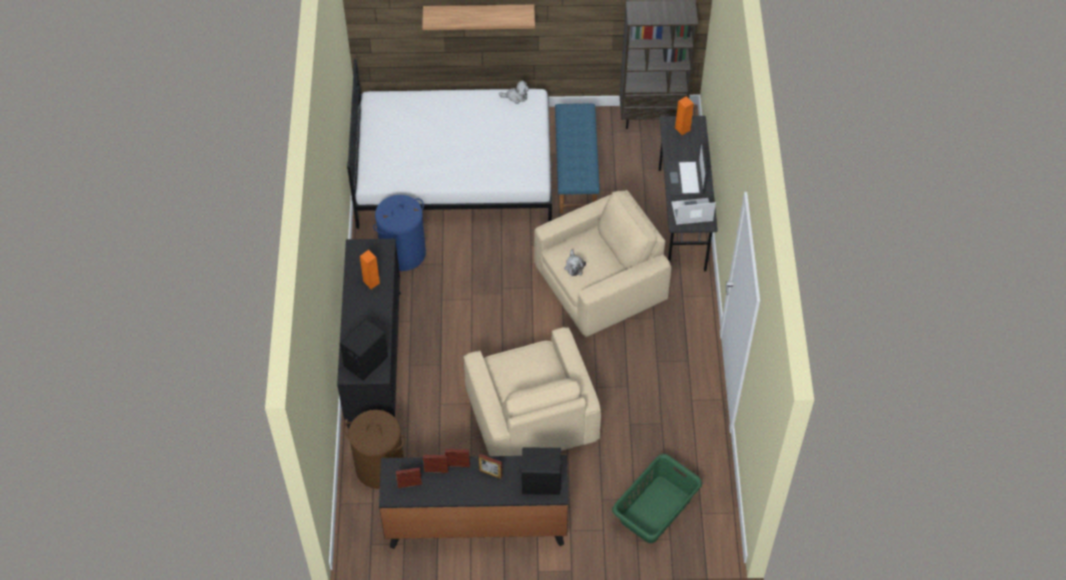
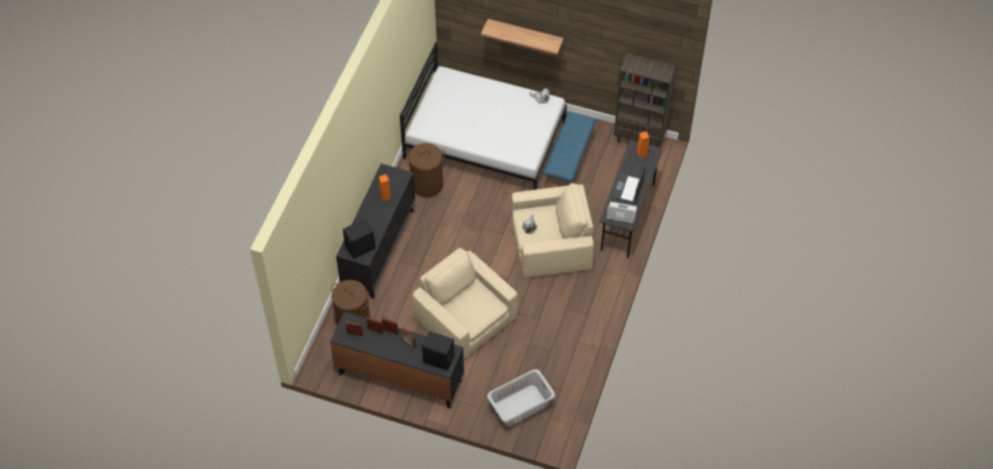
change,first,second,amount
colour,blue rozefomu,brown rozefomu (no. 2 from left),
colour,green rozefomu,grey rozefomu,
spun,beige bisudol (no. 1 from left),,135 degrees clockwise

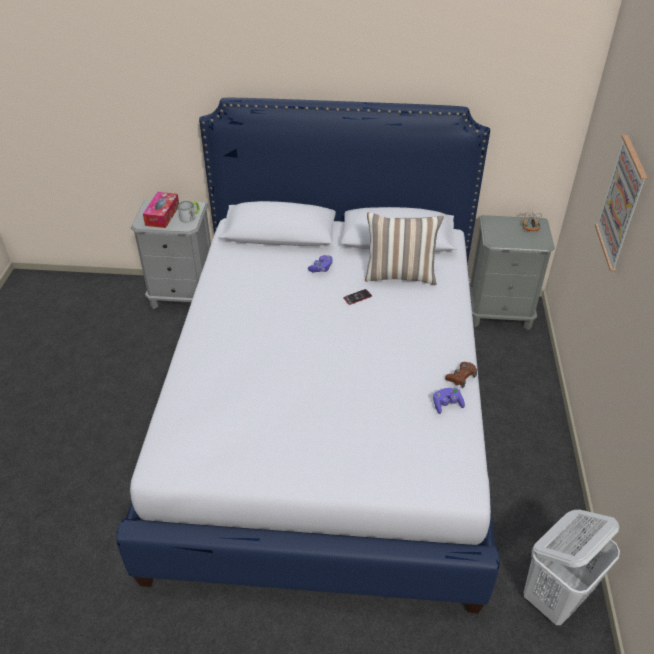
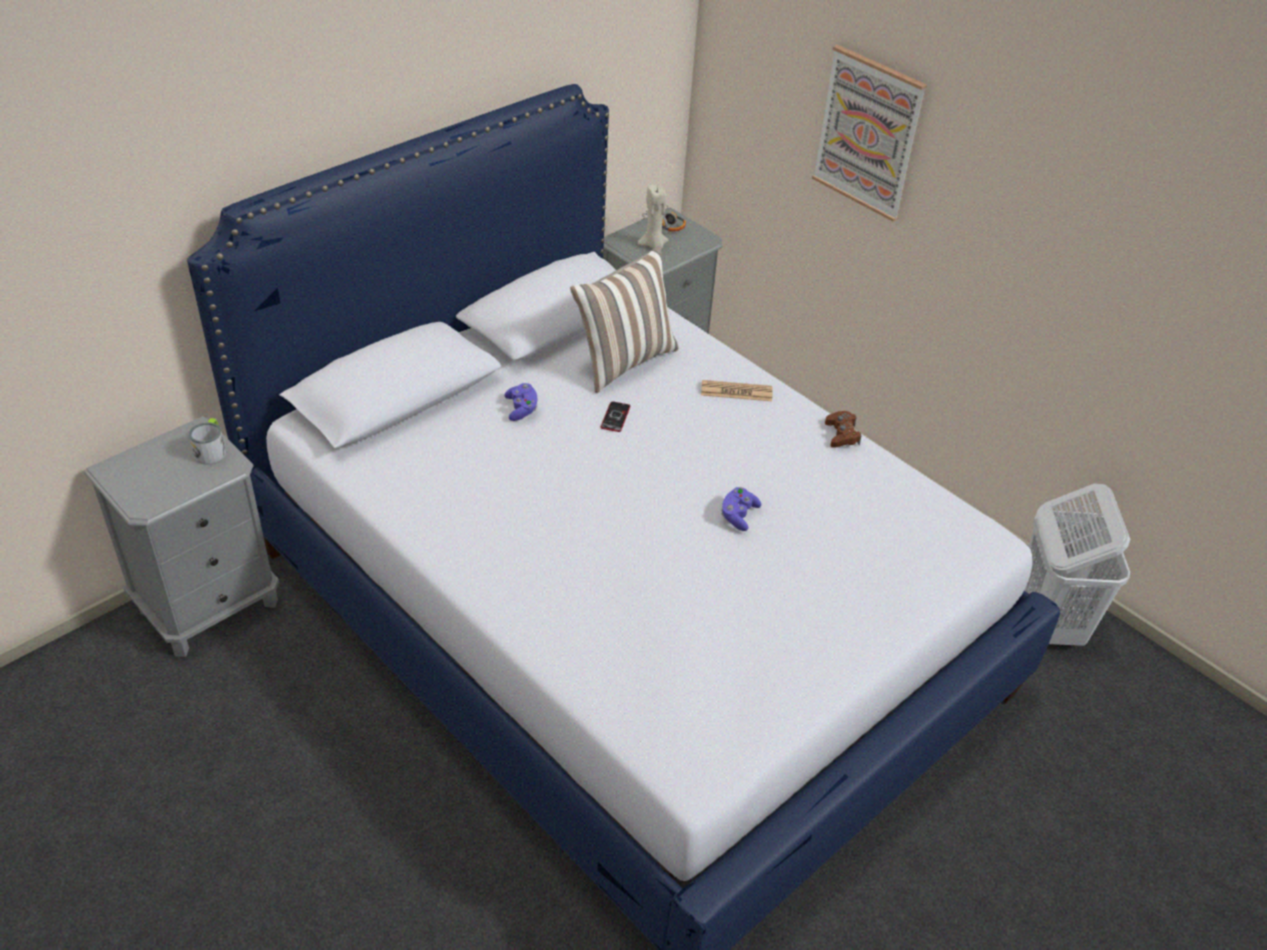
change,first,second,amount
missing,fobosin,,
appeared,,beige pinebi,
appeared,,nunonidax,
relocated,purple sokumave (no. 2 from left),,

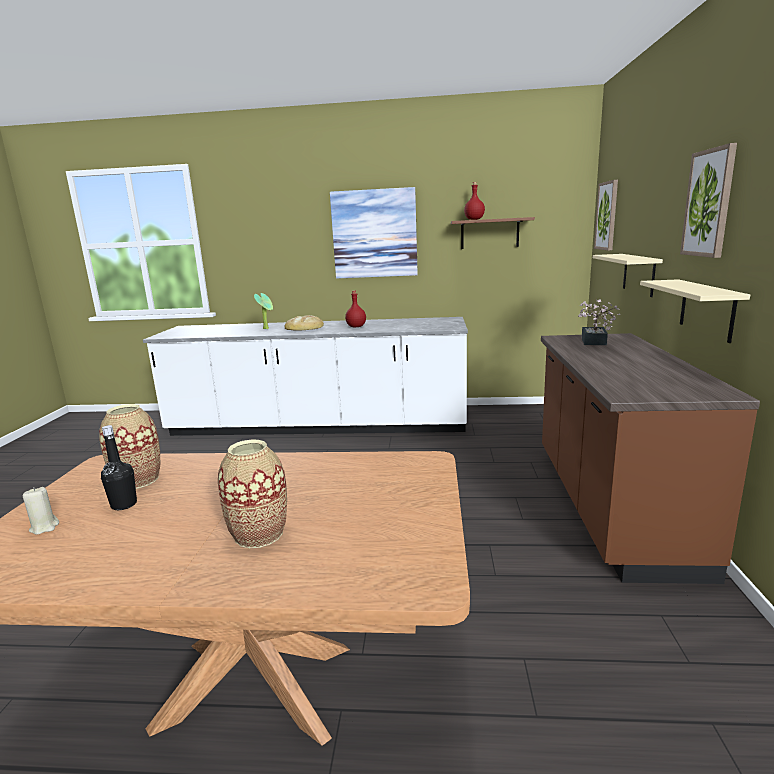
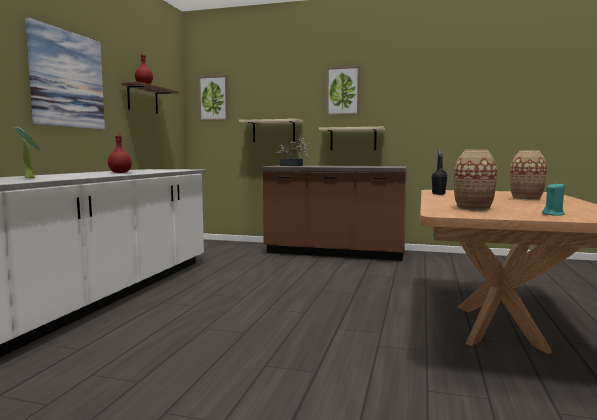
change,first,second,amount
missing,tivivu,,
relocated,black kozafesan,,
colour,beige pinebi,turquoise pinebi,

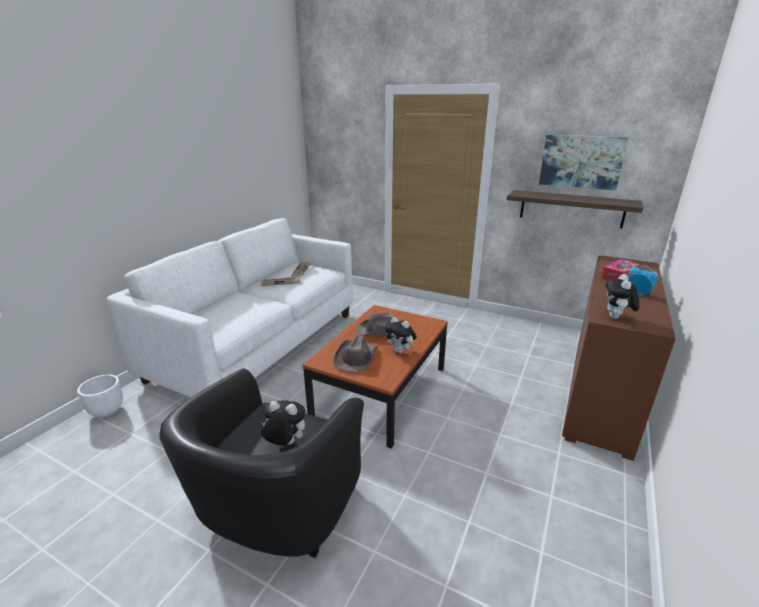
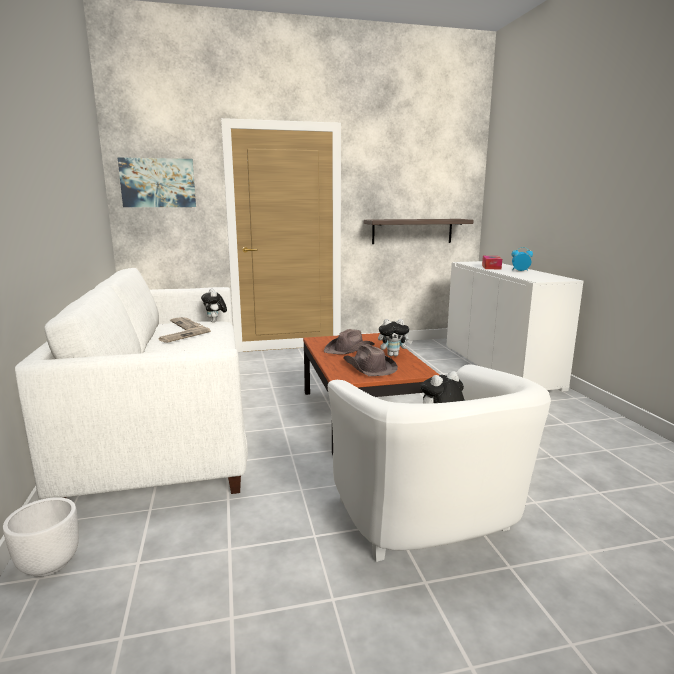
change,first,second,amount
relocated,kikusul,,
relocated,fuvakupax (no. 3 from left in the first image),fuvakupax (no. 1 from left),
colour,black bisudol,white bisudol,
colour,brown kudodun,white kudodun,

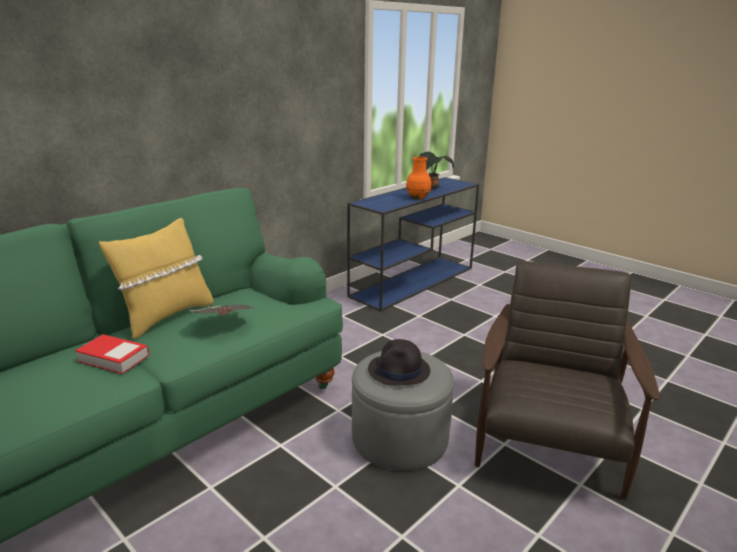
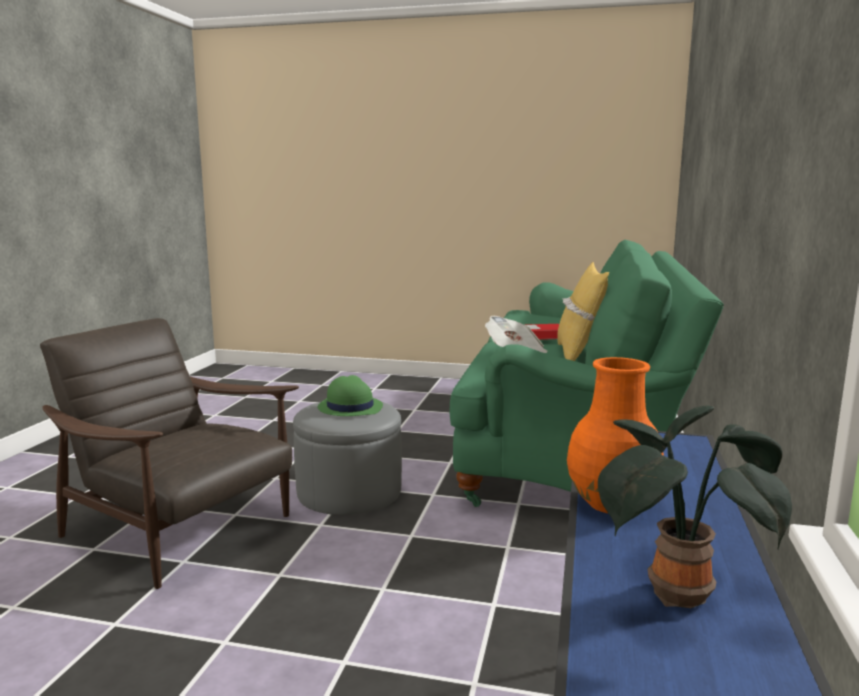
change,first,second,amount
colour,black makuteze,green makuteze,
spun,brown bisudol,,135 degrees clockwise

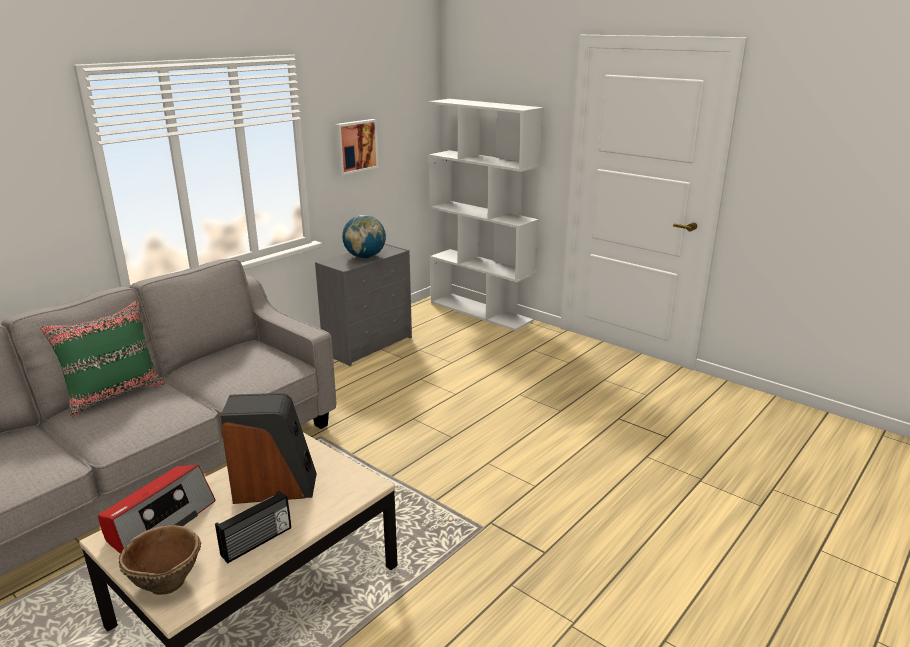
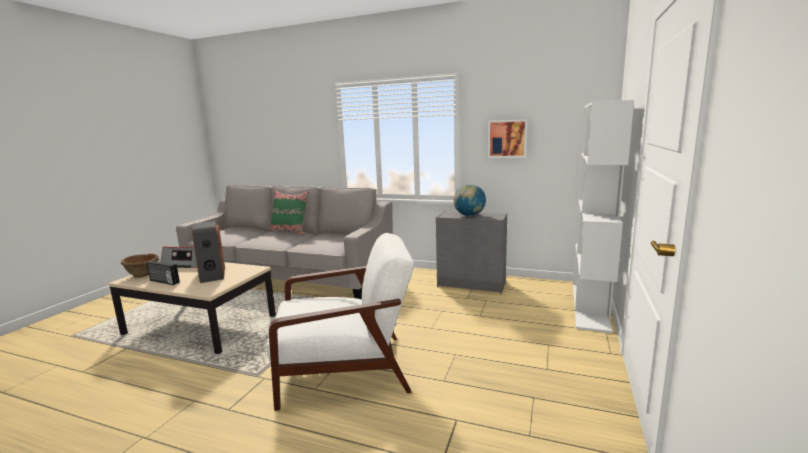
change,first,second,amount
appeared,,white bisudol,

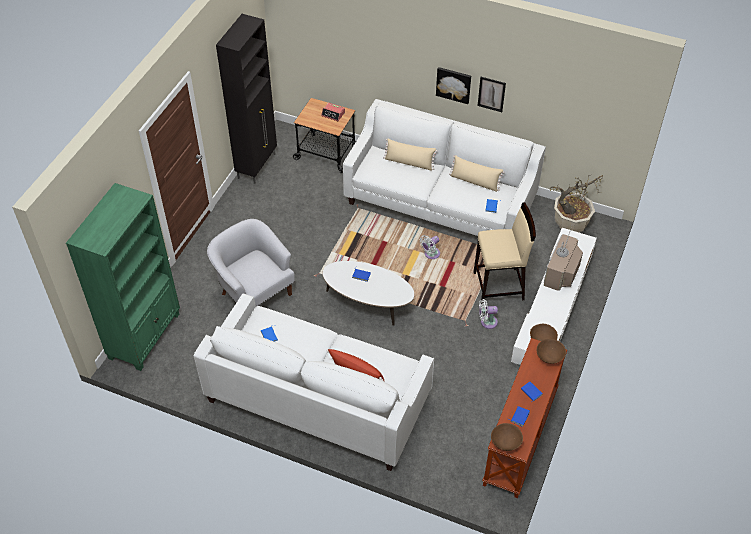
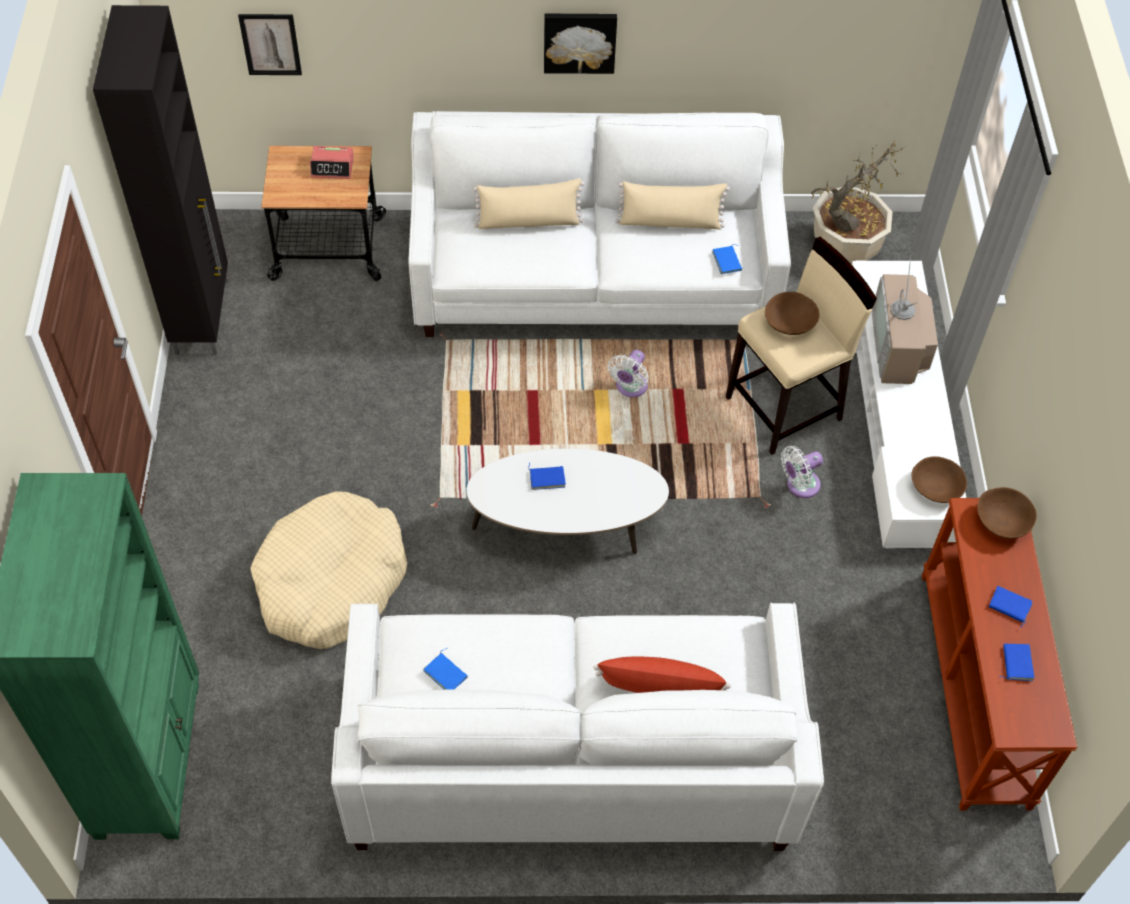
change,first,second,amount
relocated,kikusul (no. 2 from left in the first image),kikusul (no. 1 from left),
relocated,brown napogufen (no. 1 from left),,
exchanged,white bisudol,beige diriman,

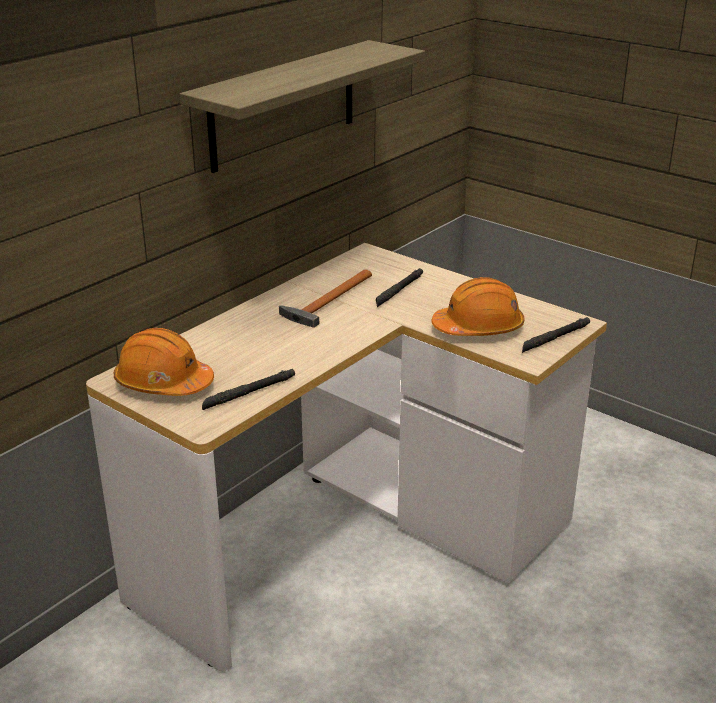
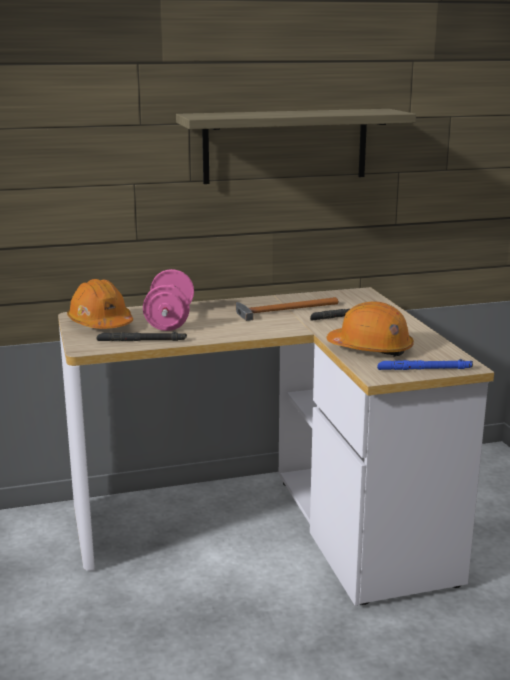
change,first,second,amount
appeared,,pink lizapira,
colour,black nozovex (no. 3 from left),blue nozovex,

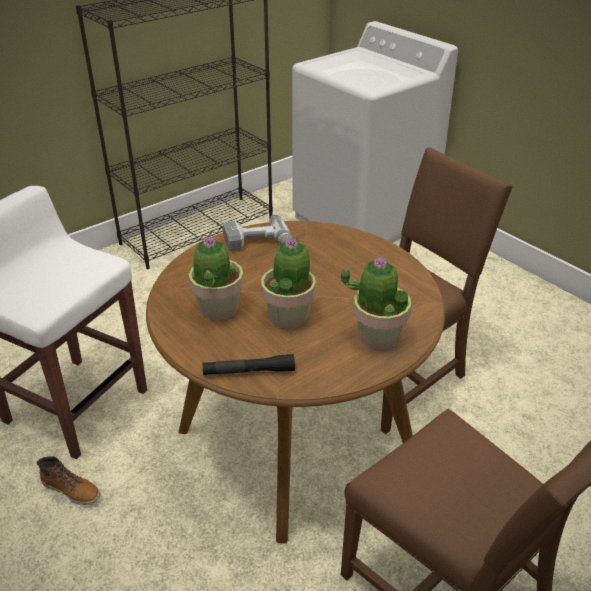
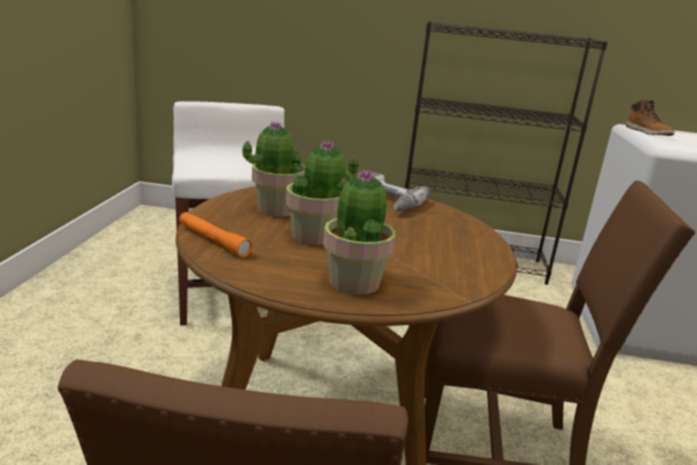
change,first,second,amount
relocated,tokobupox,,
colour,black nozovex,orange nozovex,

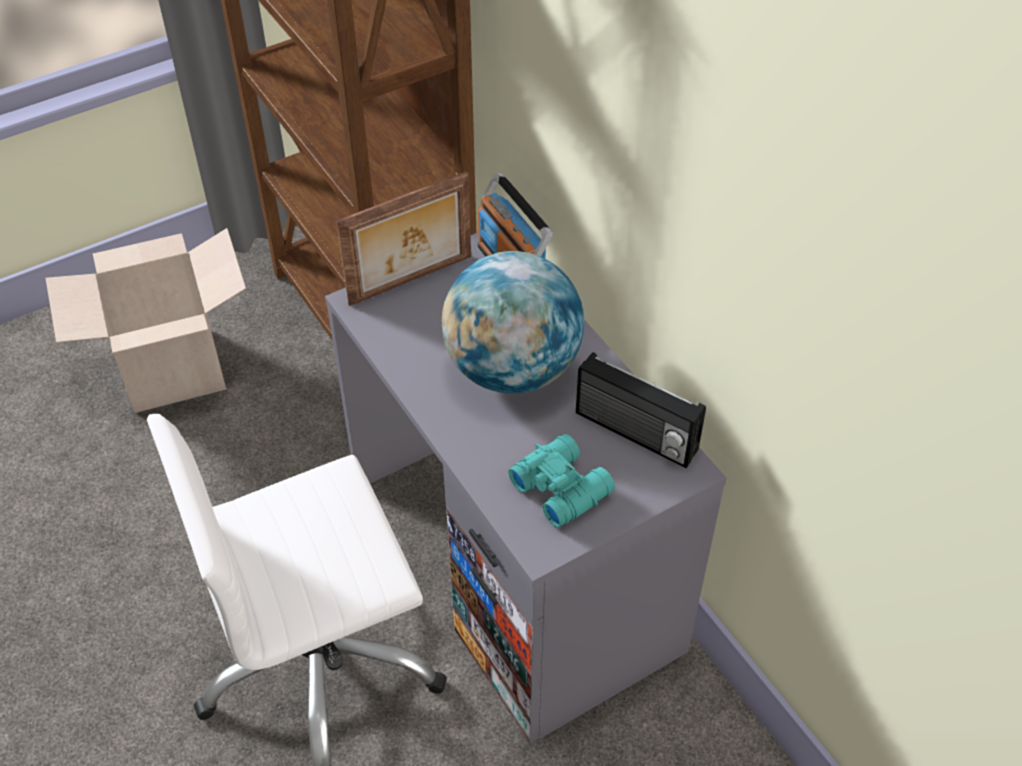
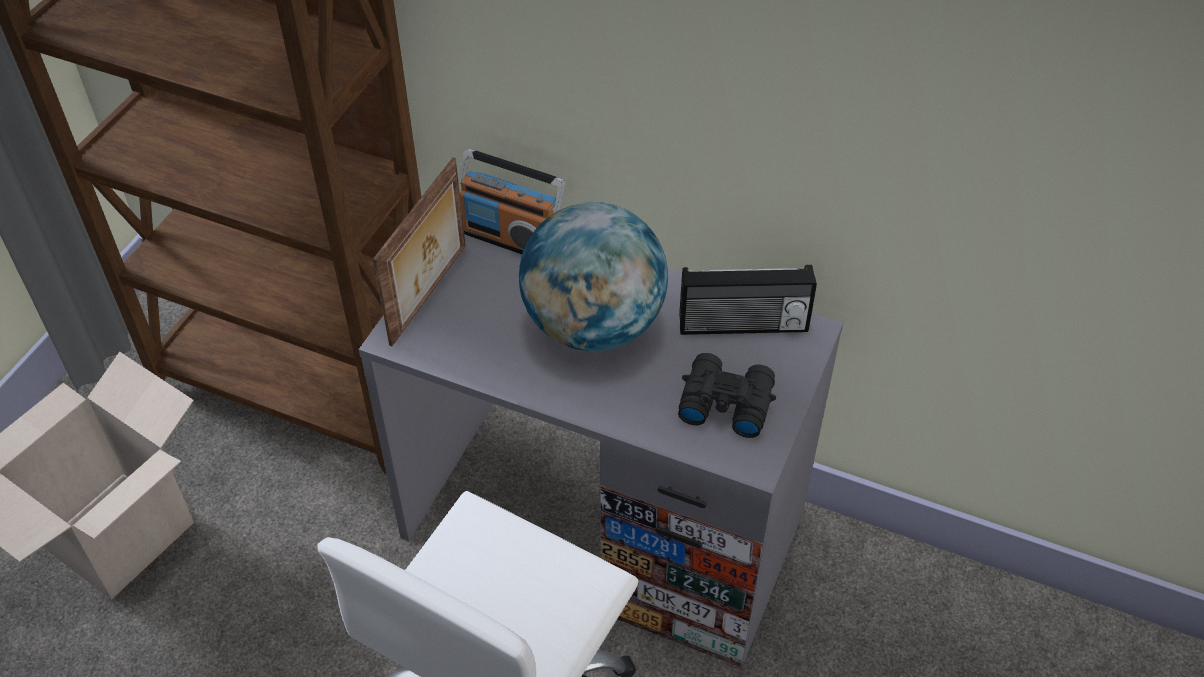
change,first,second,amount
colour,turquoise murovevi,black murovevi,

